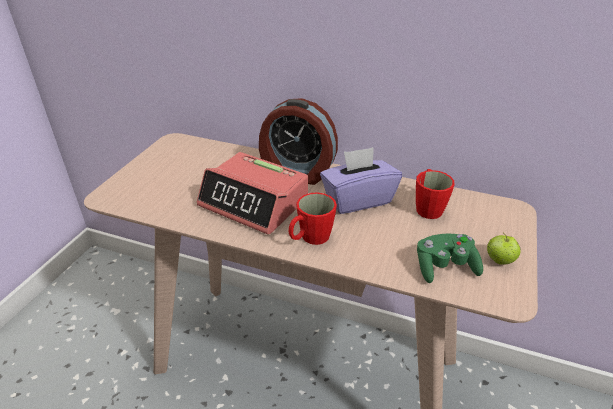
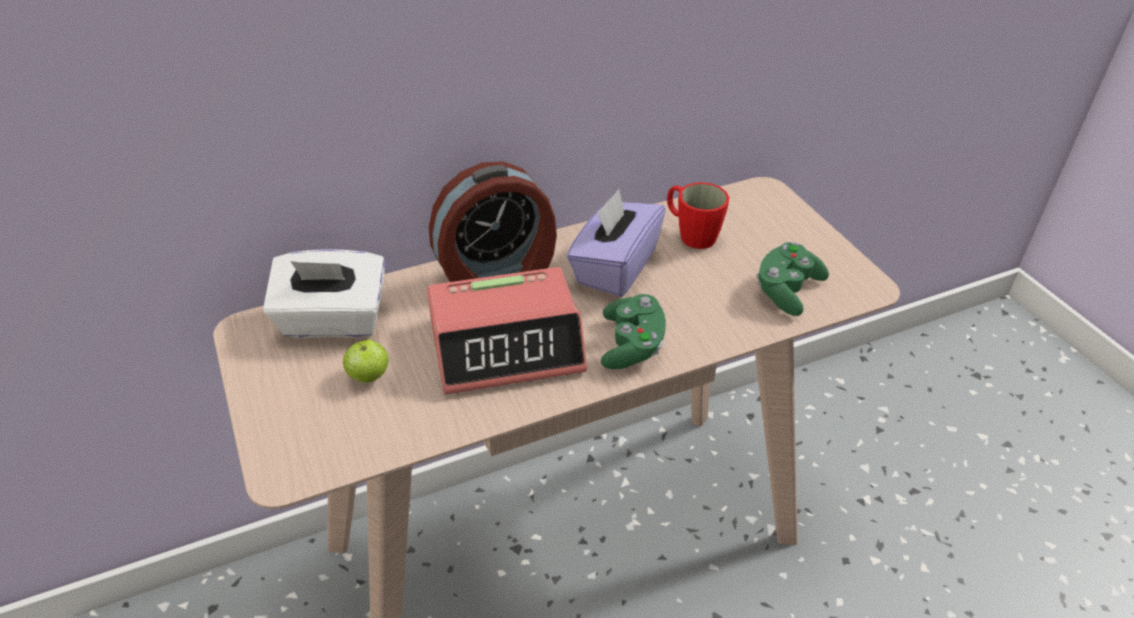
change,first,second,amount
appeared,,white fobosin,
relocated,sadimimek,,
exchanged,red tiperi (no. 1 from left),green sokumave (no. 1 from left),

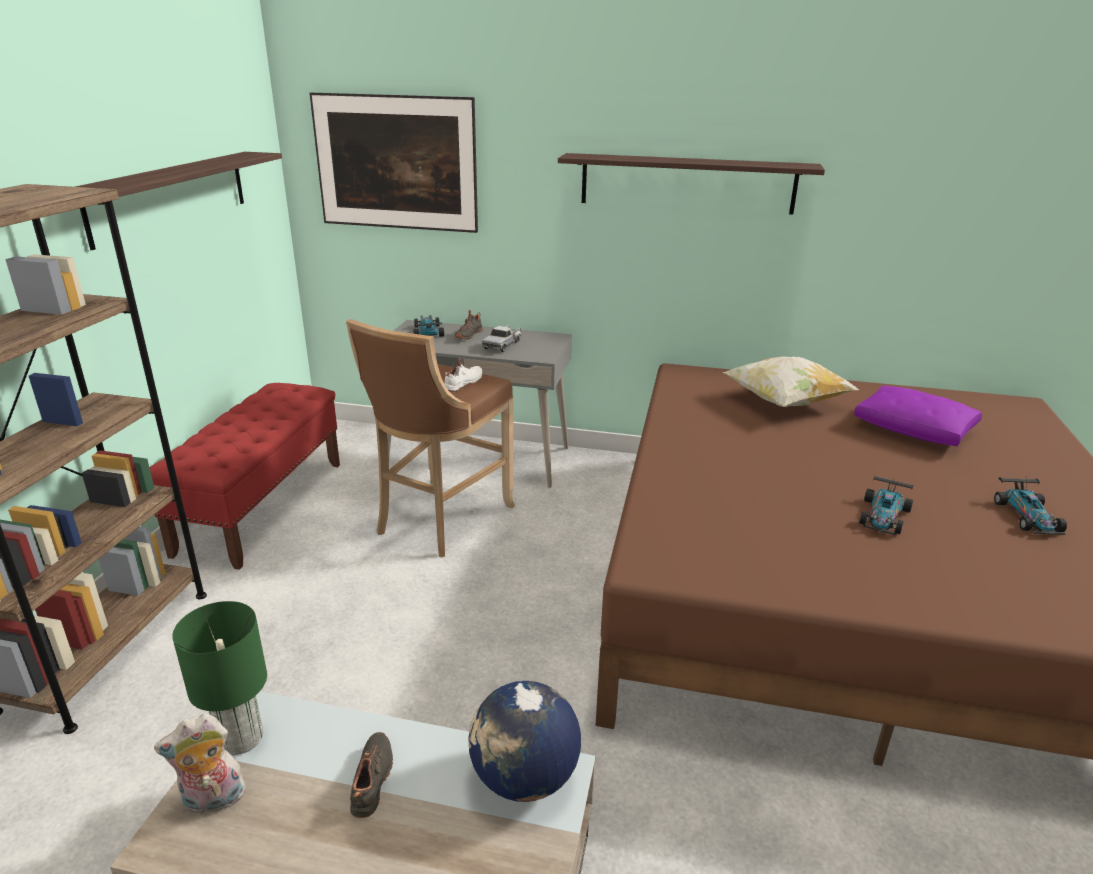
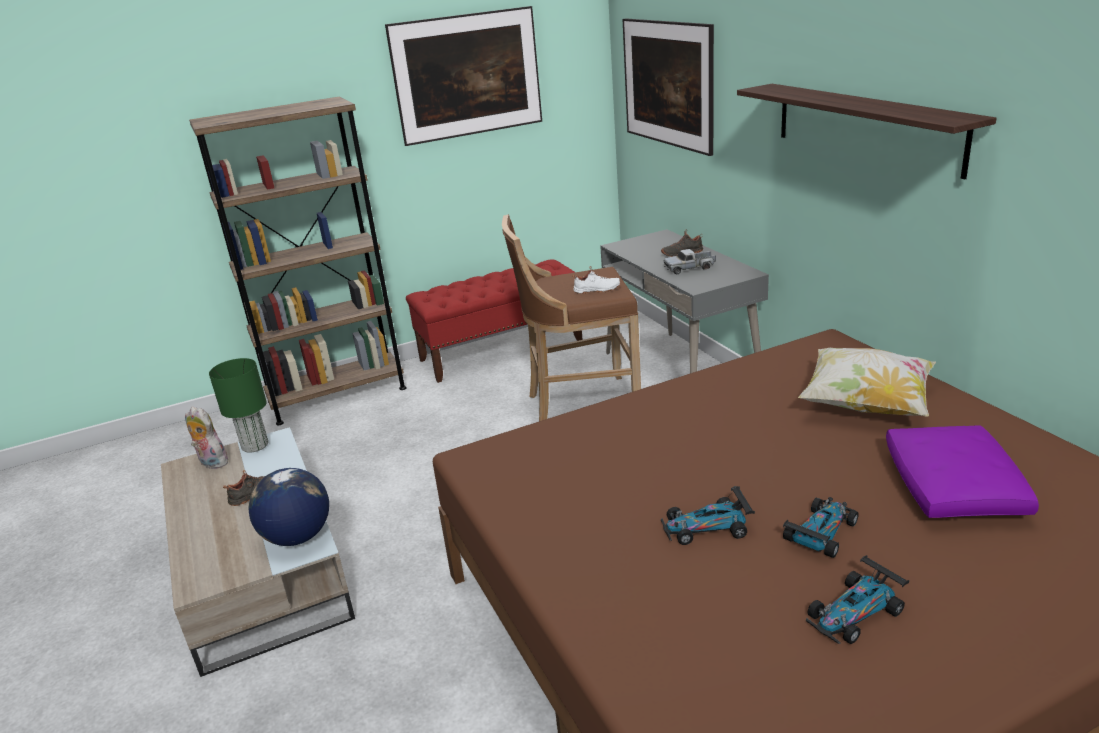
change,first,second,amount
relocated,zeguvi (no. 1 from left in the first image),zeguvi (no. 2 from left),
exchanged,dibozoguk (no. 1 from left),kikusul (no. 1 from left),

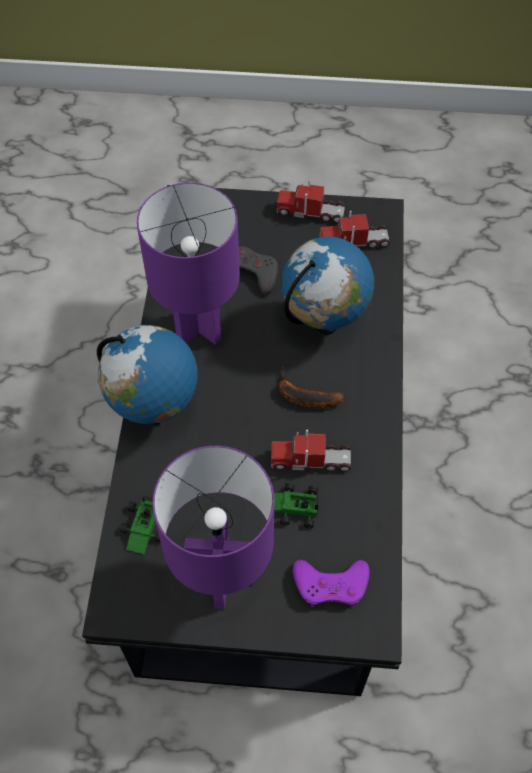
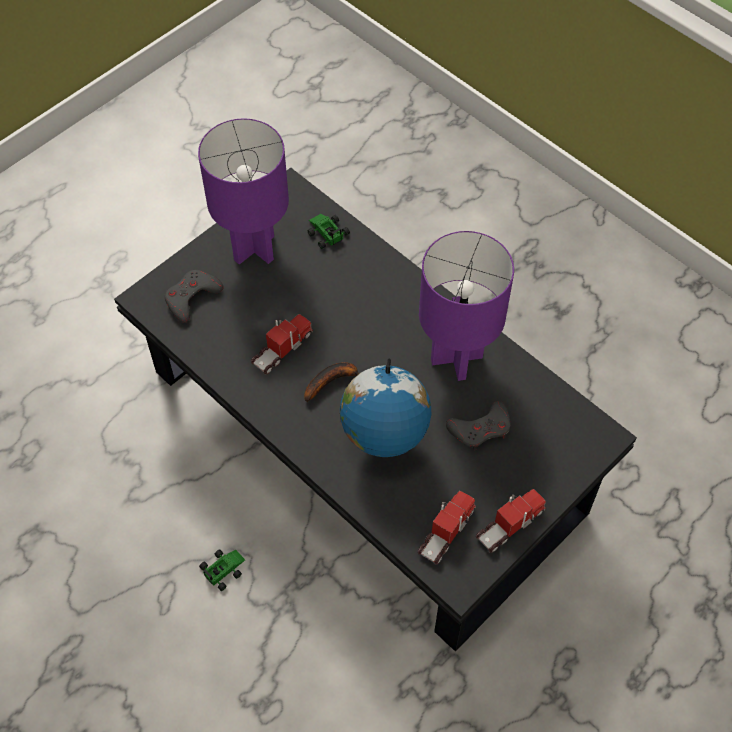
change,first,second,amount
missing,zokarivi (no. 1 from left),,
relocated,zeguvi (no. 2 from left in the first image),zeguvi (no. 1 from left),
colour,purple sokumave,grey sokumave (no. 1 from left),

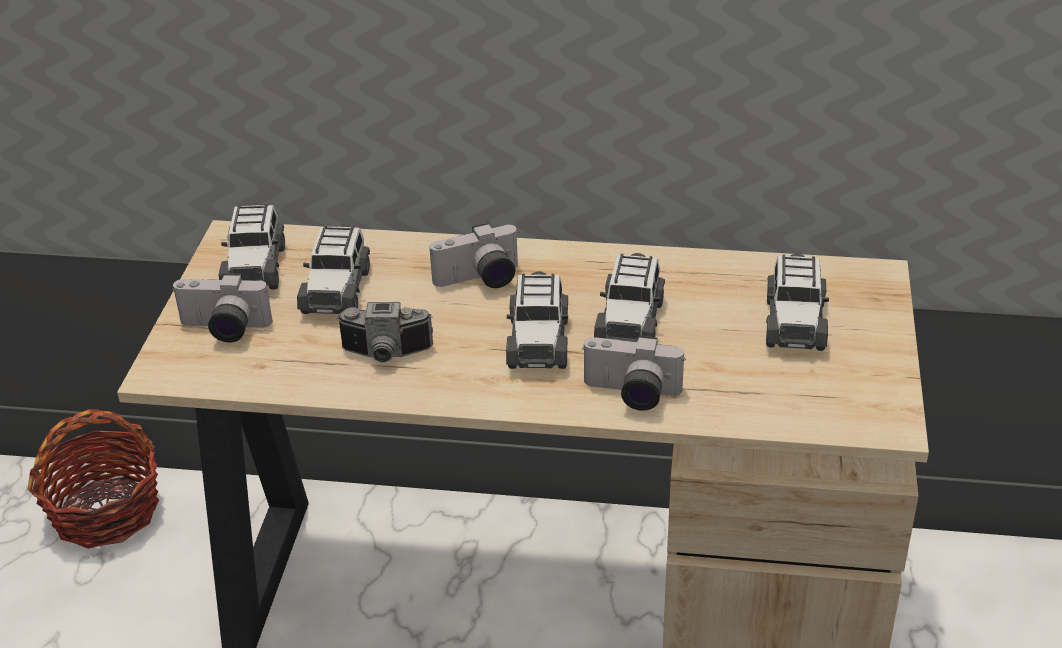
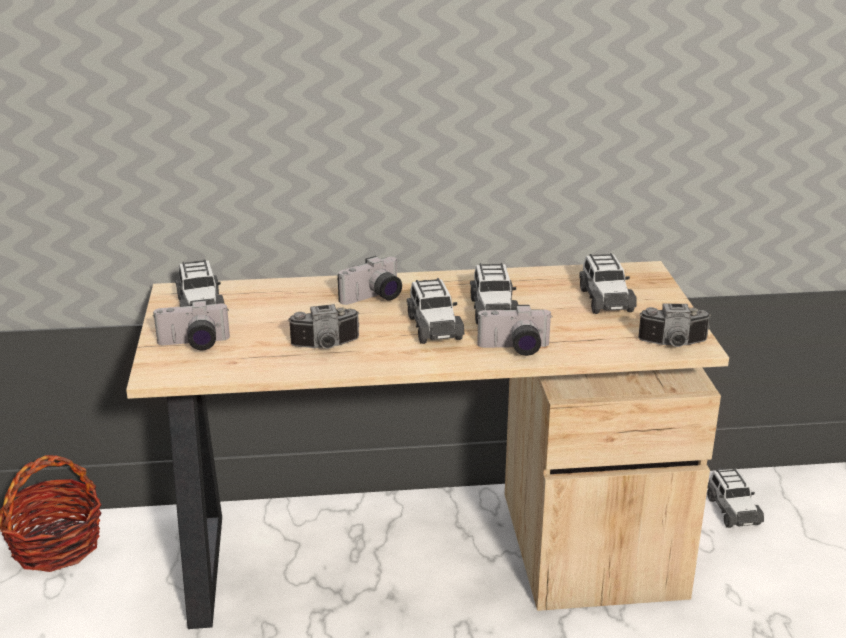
change,first,second,amount
appeared,,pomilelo (no. 5 from left),
relocated,zeguvi (no. 2 from left in the first image),zeguvi (no. 5 from left),

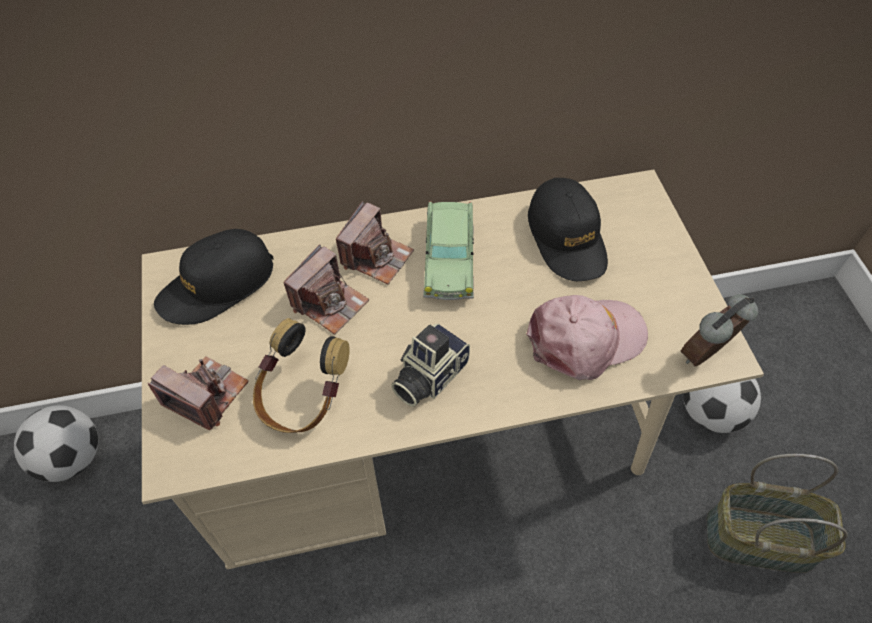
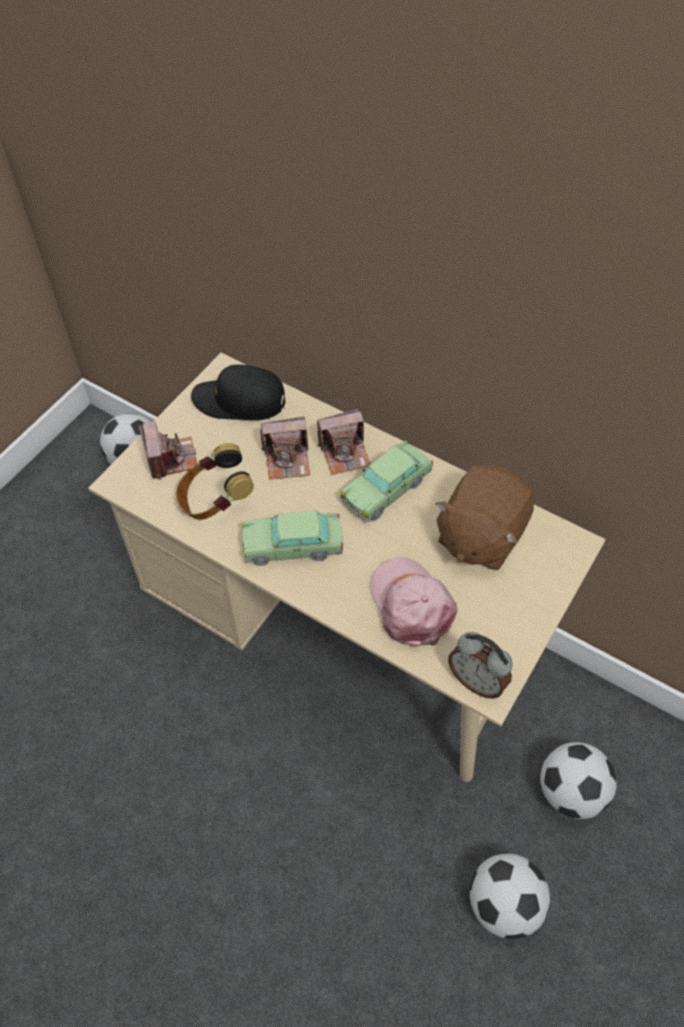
change,first,second,amount
exchanged,pomilelo (no. 4 from left),zeguvi (no. 1 from left),
exchanged,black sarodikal (no. 2 from left),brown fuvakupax,
exchanged,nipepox,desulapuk (no. 2 from left),
spun,pink sarodikal,,135 degrees counterclockwise
spun,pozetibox,,150 degrees counterclockwise

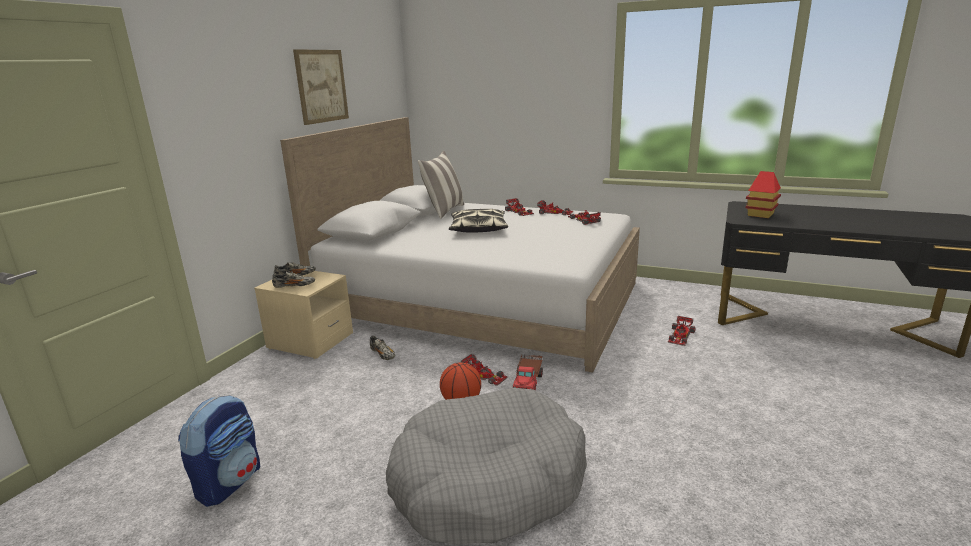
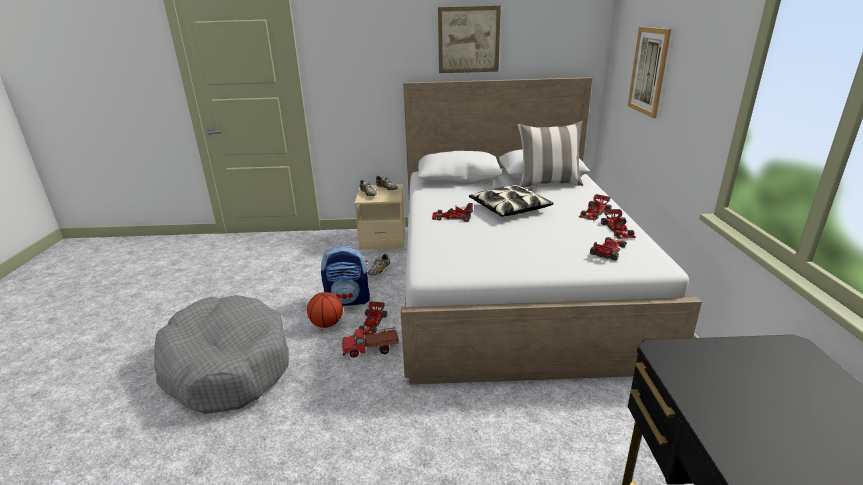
change,first,second,amount
missing,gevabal,,
appeared,,kikusul (no. 2 from left),
relocated,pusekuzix,,
relocated,zeguvi (no. 5 from left in the first image),zeguvi (no. 2 from left),

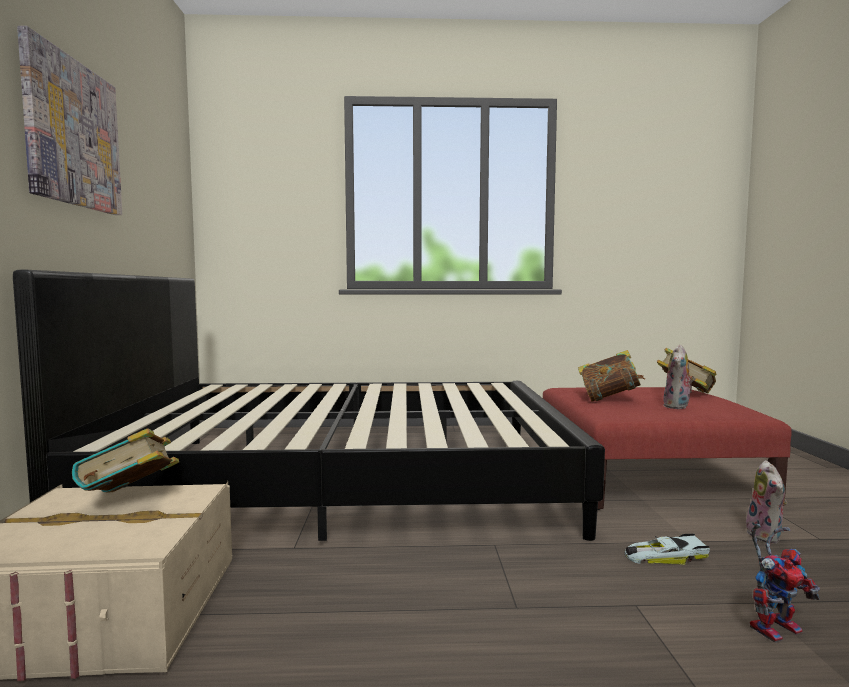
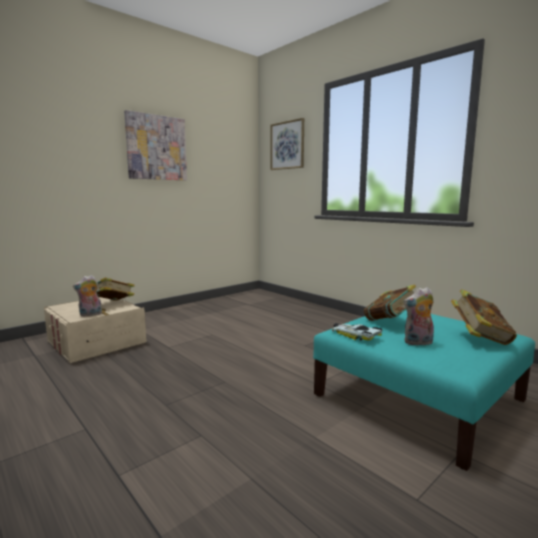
change,first,second,amount
missing,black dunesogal,,
missing,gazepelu,,
appeared,,kikusul (no. 2 from left),
relocated,zeguvi,,
relocated,fuvakupax (no. 2 from left in the first image),fuvakupax (no. 1 from left),
colour,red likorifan,turquoise likorifan,

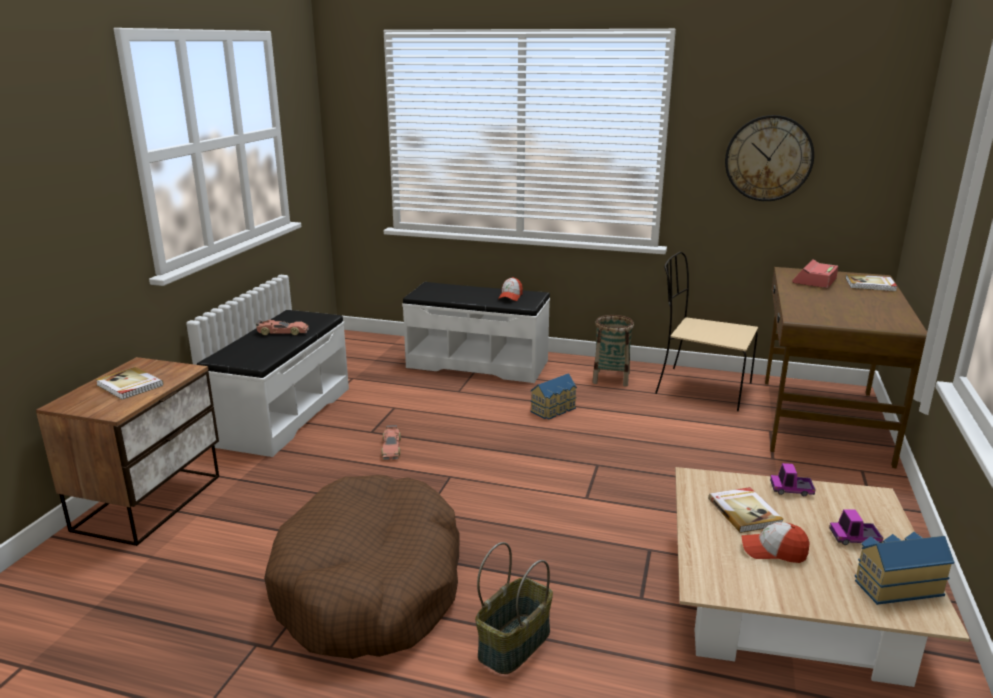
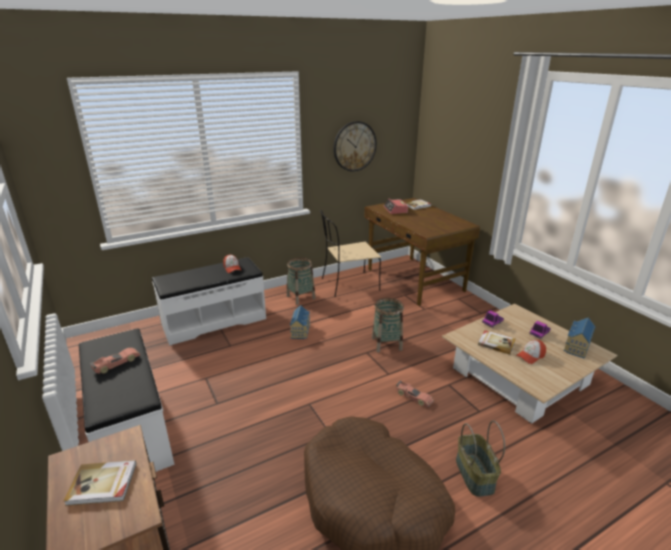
change,first,second,amount
appeared,,nipepox (no. 2 from left),
relocated,zeguvi (no. 2 from left),,

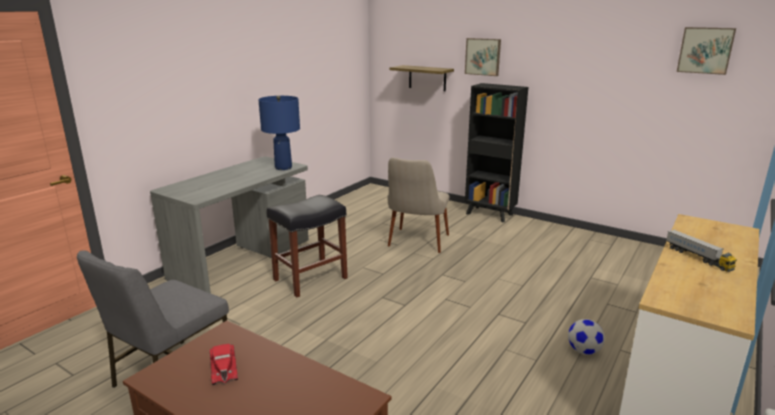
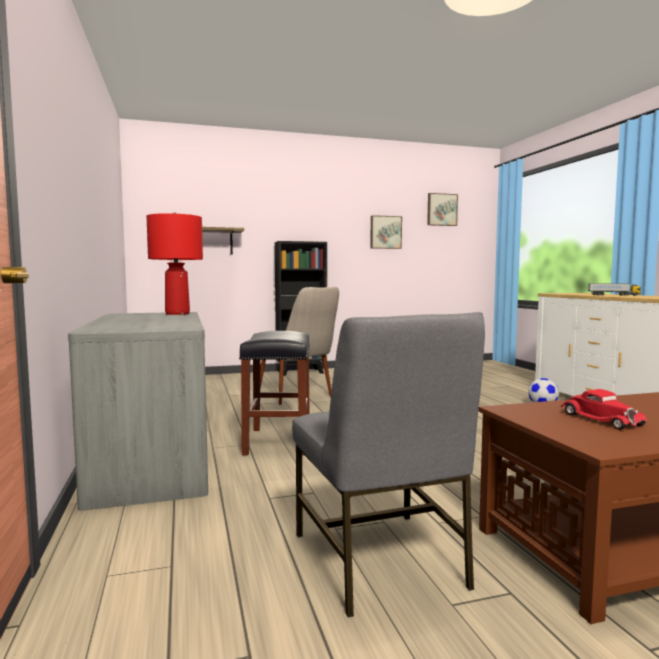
change,first,second,amount
relocated,kikusul (no. 1 from left),,
colour,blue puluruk,red puluruk,
spun,red zeguvi,,45 degrees clockwise

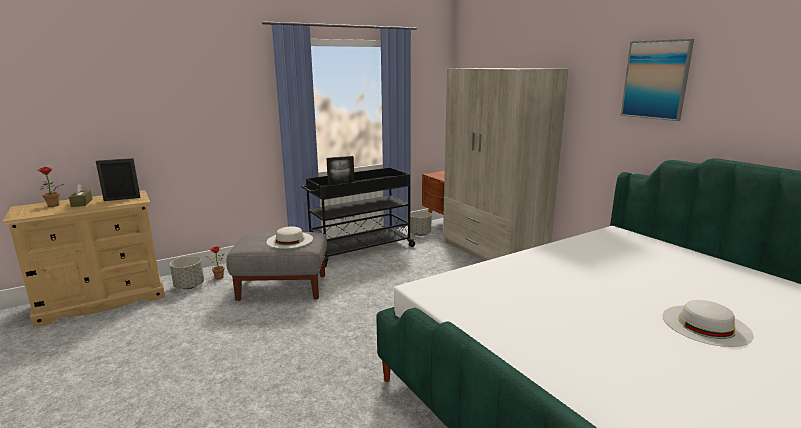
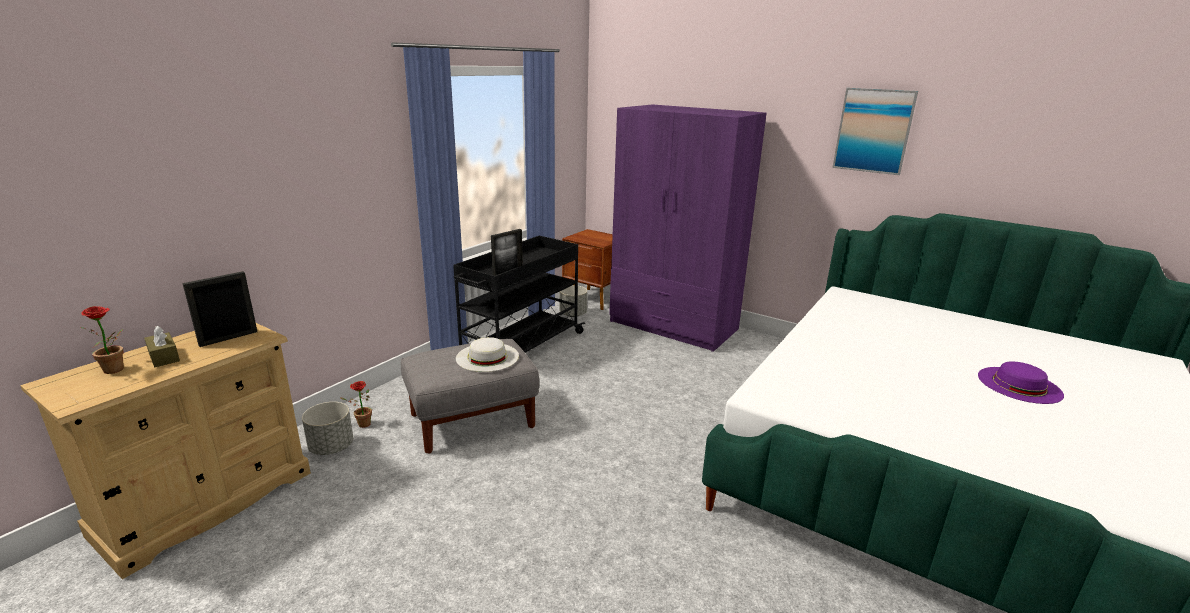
change,first,second,amount
colour,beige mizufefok,purple mizufefok,
colour,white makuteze (no. 2 from left),purple makuteze,

